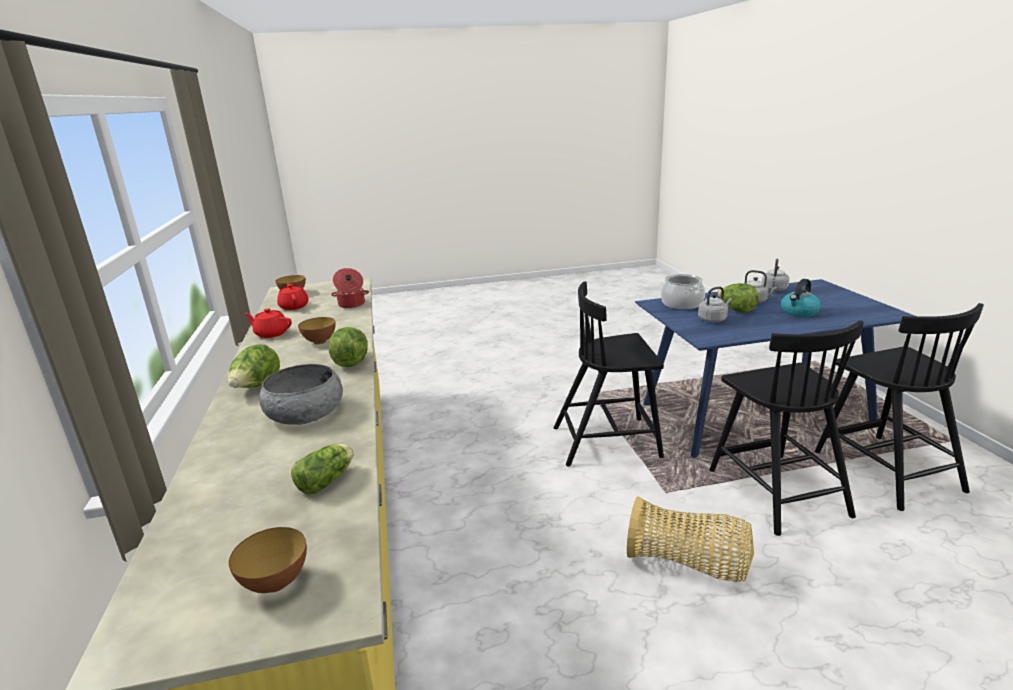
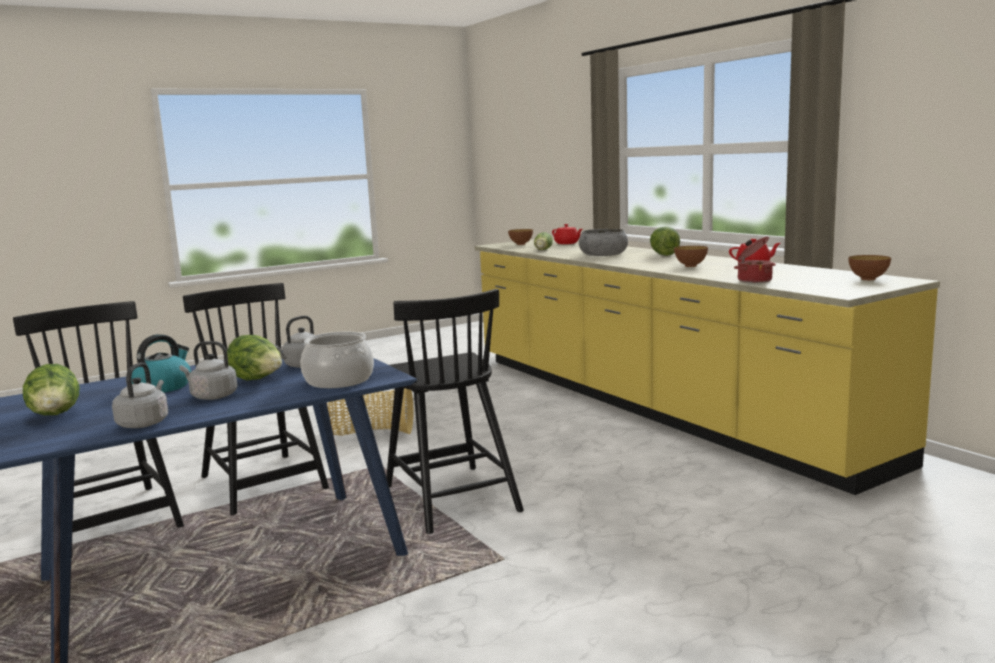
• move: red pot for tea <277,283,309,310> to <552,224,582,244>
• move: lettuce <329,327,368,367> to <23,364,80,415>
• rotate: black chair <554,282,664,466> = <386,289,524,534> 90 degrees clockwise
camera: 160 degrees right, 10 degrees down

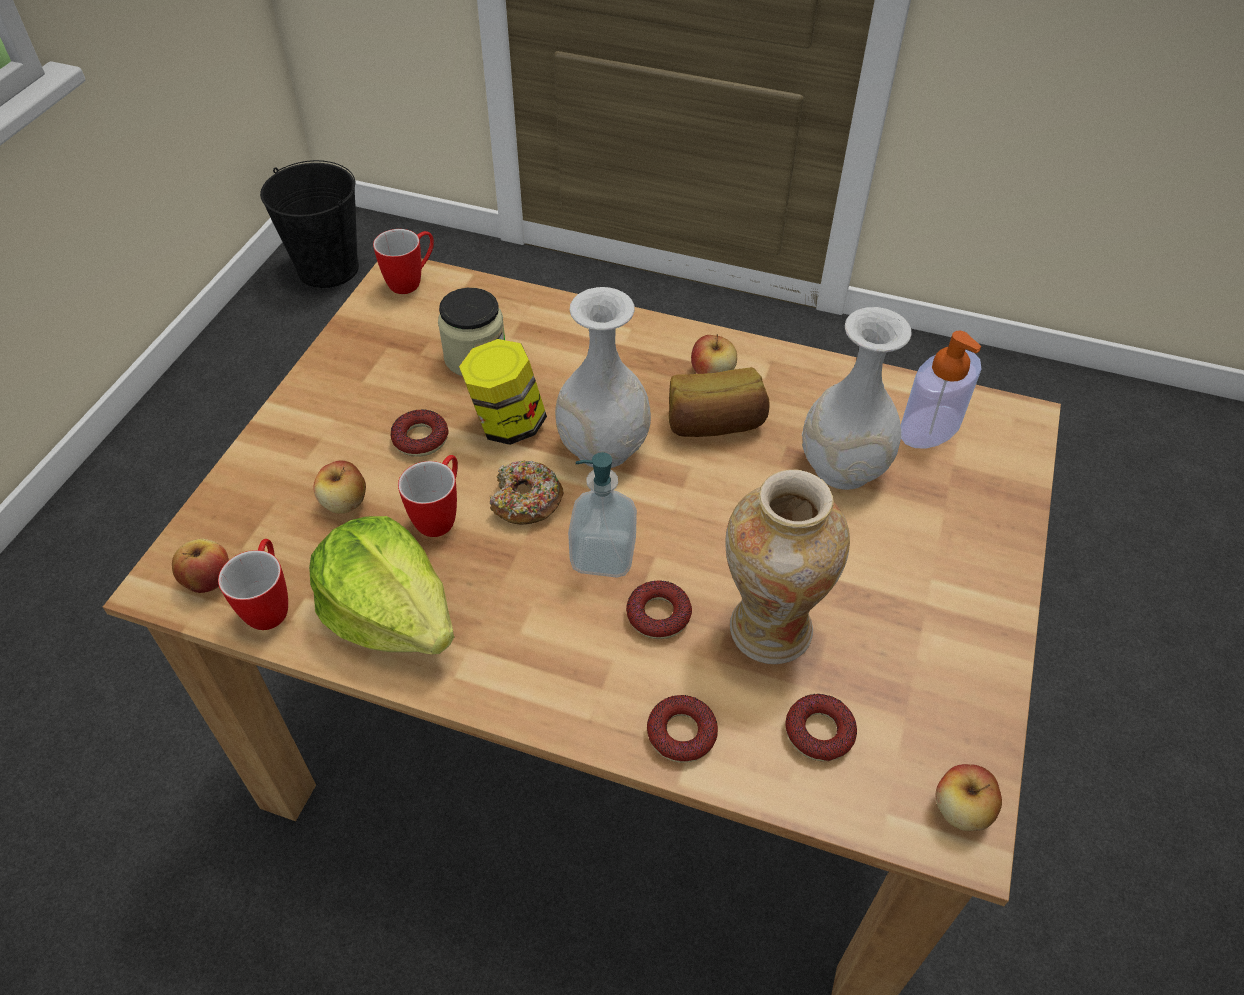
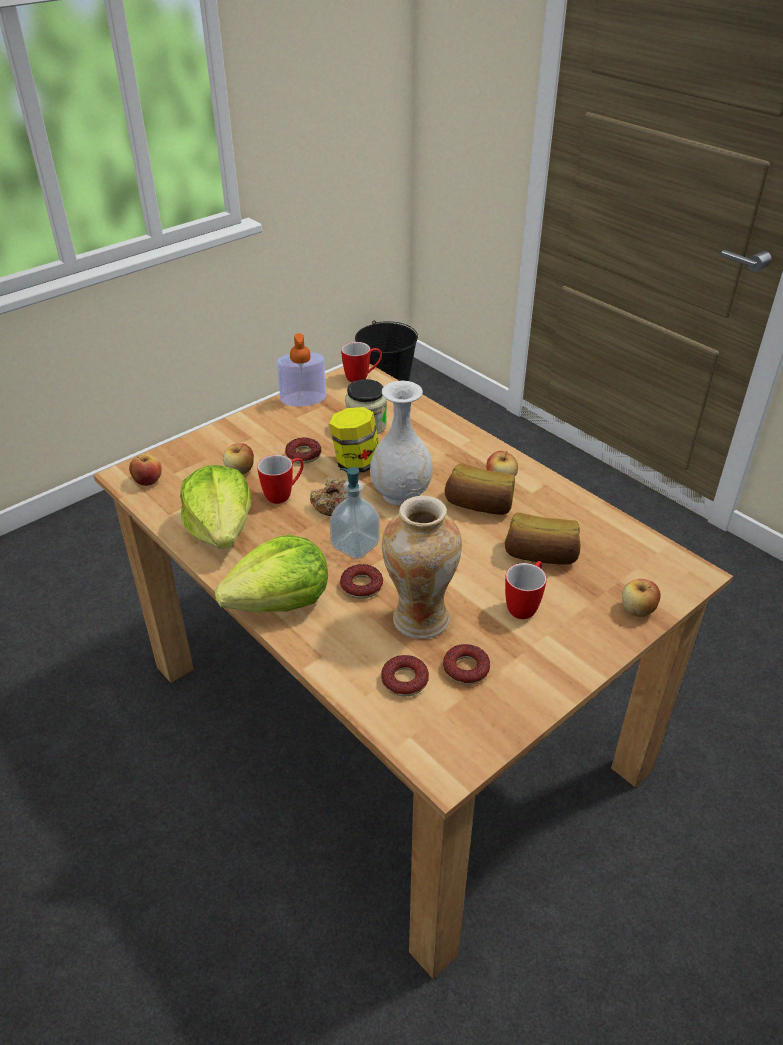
• insert: lettuce <215,535,328,613>
• move: mug <218,539,288,630> to <505,561,547,619>
• move: donut <647,695,718,763> to <443,644,490,685>
• move: soap bottle <901,331,982,449> to <277,334,326,406>
• move: apple <936,764,1002,831> to <622,579,661,617>
• replace: white flower vase <802,307,911,490> to bread <505,513,581,565>
camera: 30 degrees right, 10 degrees down

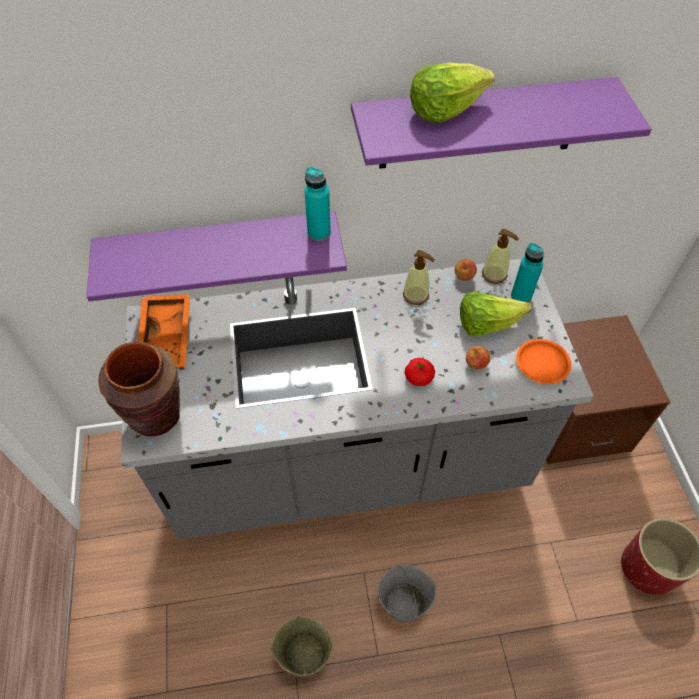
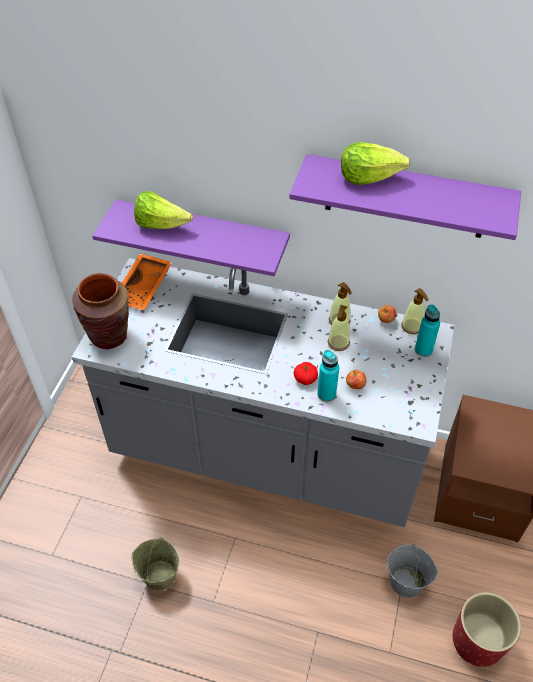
• delete: orangey flat dish <516,339,571,384>
• insert: soap bottle <328,305,350,351>
• move: blue-green beverage bottle <305,167,331,241> to <317,350,339,402>
• move: greyish water bucket <378,565,436,622> to <387,544,438,598>
• move: lettuce <460,291,532,336> to <134,191,193,229>
camera: 25 degrees right, 5 degrees down

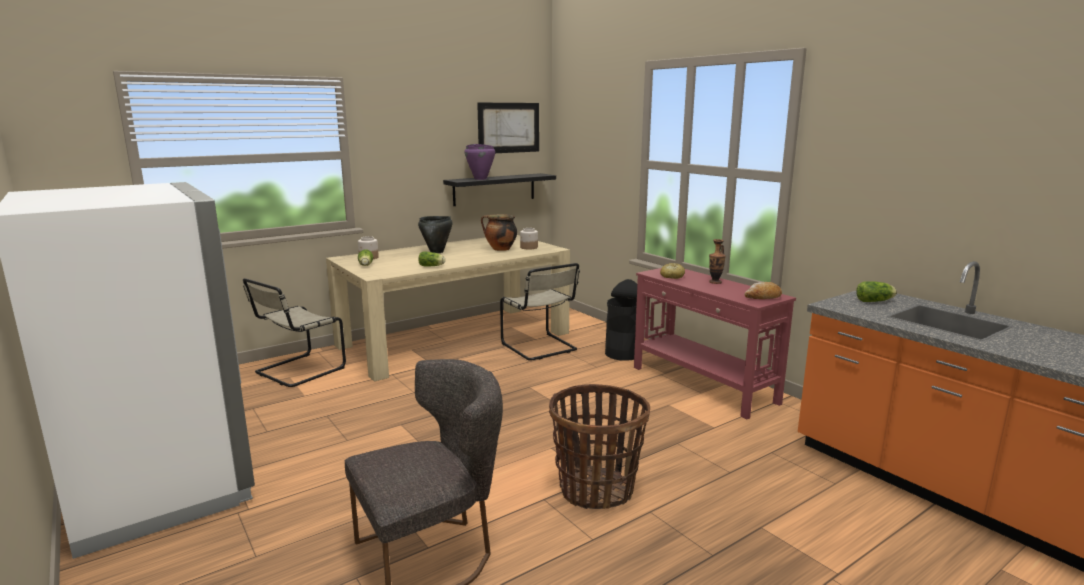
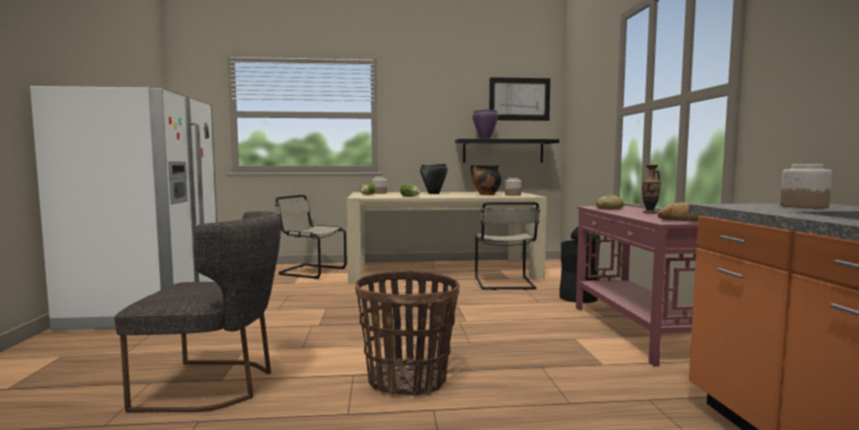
• replace: lettuce <856,281,897,302> to storage jar <780,164,832,208>
• rotate: beige chair <243,278,346,387> = <275,195,347,279> 45 degrees clockwise
camera: 30 degrees right, 10 degrees down

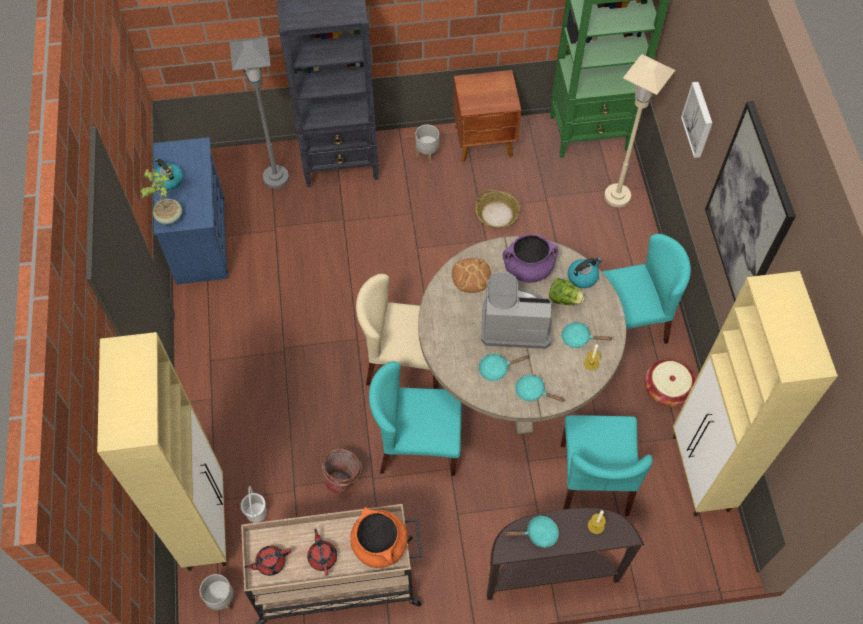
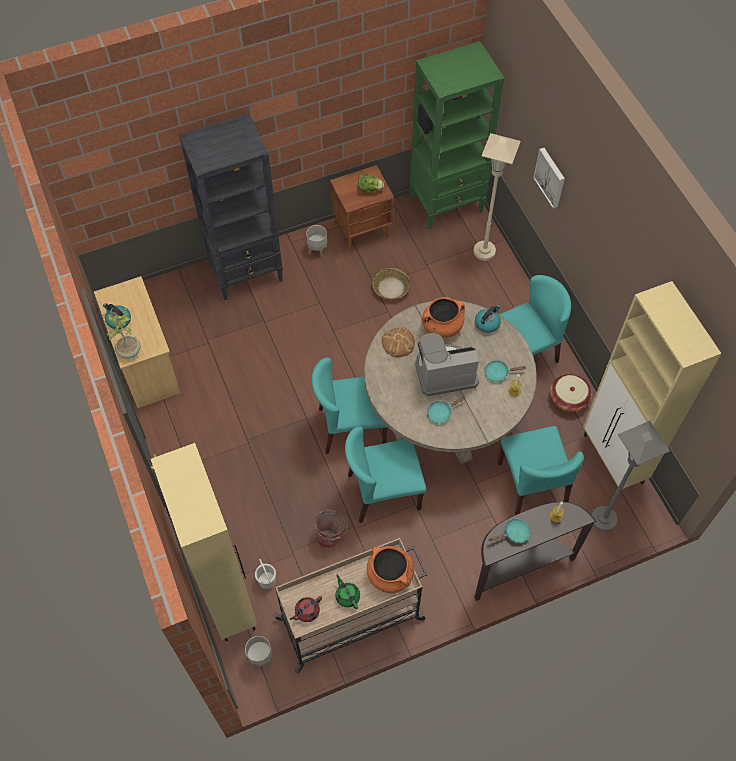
• delete: blue-green pan <515,375,565,402>
• delete: wall art <705,101,796,302>
• move: greyish standard lamp <230,38,289,189> to <592,421,670,531>
• move: lettuce <549,278,585,305> to <358,174,384,193>
• recolor: bluish chest of drawers <153,137,228,285> to beige chest of drawers <94,276,181,408>
• recolor: red pot for tea <307,528,337,576> to green pot for tea <335,575,360,609>
• recolor: beige chair <356,274,438,389> to blue-green chair <312,358,388,454>
• recolor: purple cooking pot <503,234,558,283> to orangey cooking pot <422,297,465,338>
camera: 15 degrees left, 0 degrees up

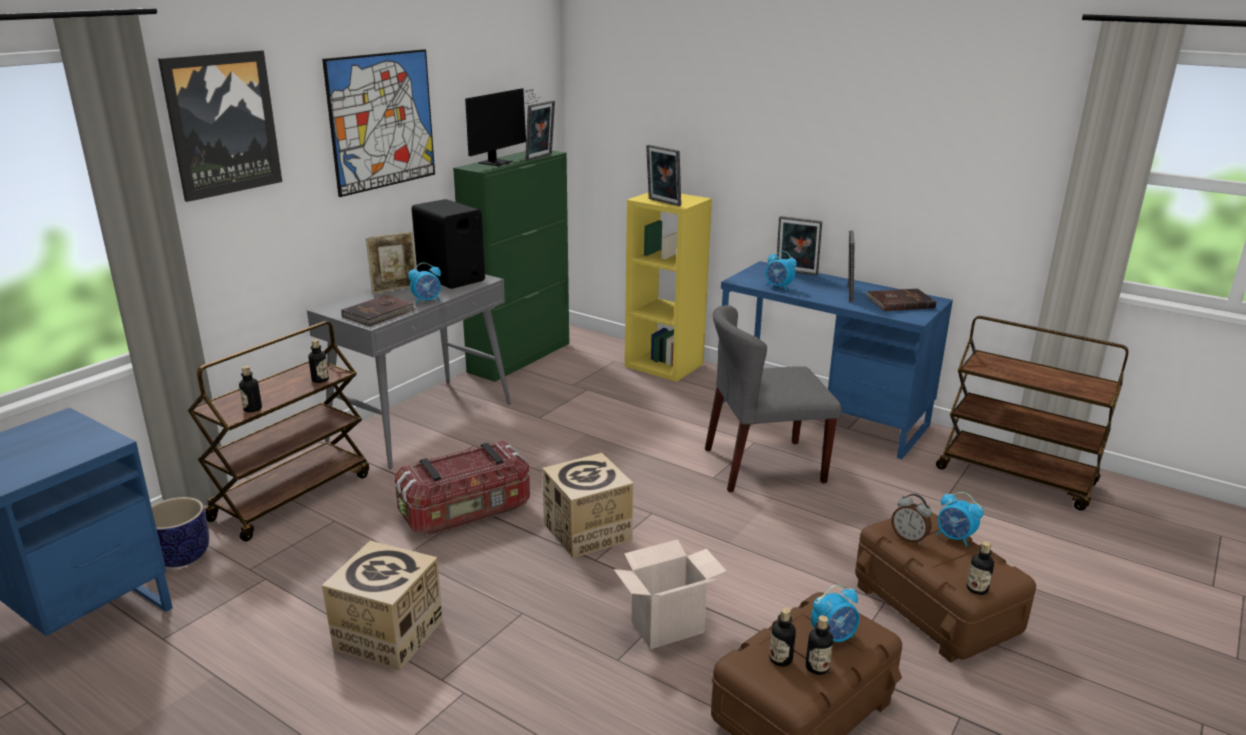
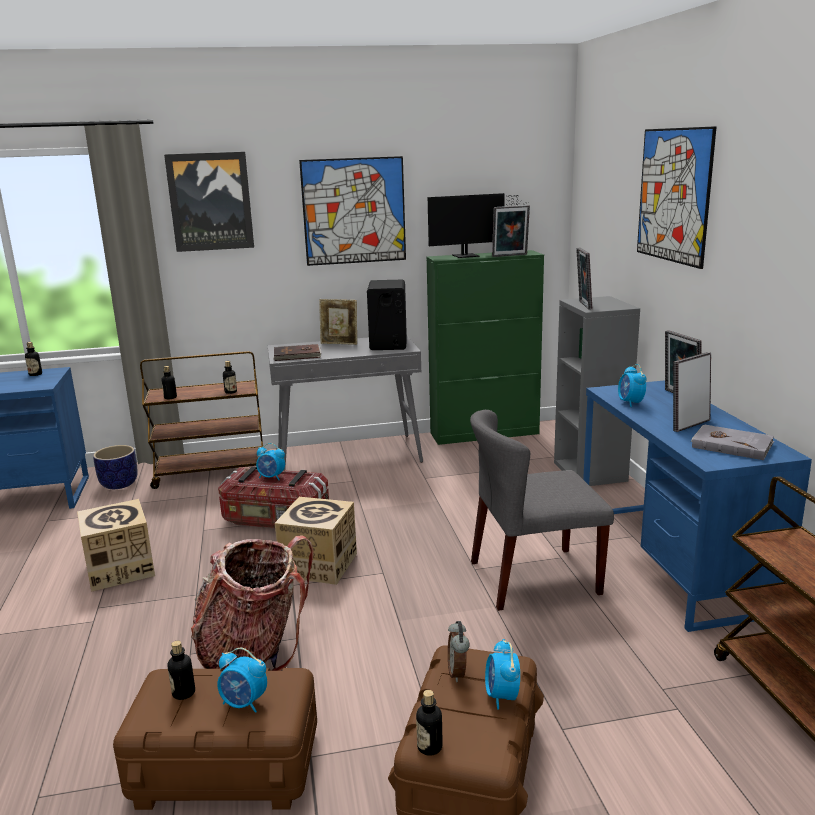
• insert: wall art <637,126,717,269>
• move: bedside clock <408,263,441,305> to <256,443,285,480>
• move: beverage bottle <806,615,833,675> to <25,342,42,376>
• replace: packing box <614,539,727,649> to rucksack <191,535,314,671>
• recolor: yellowish bookcase <625,192,712,382> to greyish bookcase <554,296,640,486>
• recolor: brown volume <865,289,936,311> to greyish volume <691,425,775,460>
• rotate: greyish chair <705,305,841,492> = <470,410,614,611> 45 degrees counterclockwise
camera: 45 degrees right, 5 degrees down

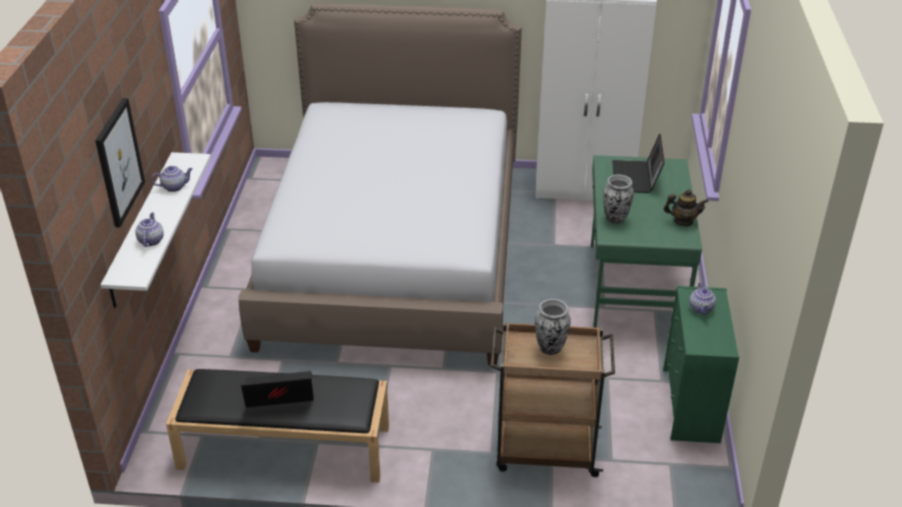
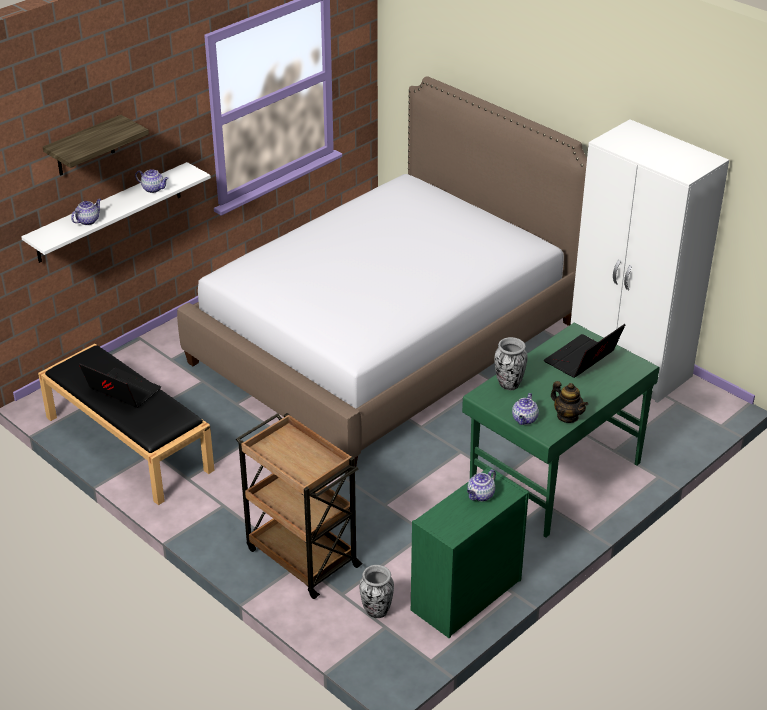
• insert: pot for tea <512,393,539,425>
• move: flower vase <535,299,571,355> to <359,565,394,618>
• replace: wall art <95,98,145,227> to shelf <43,115,149,176>
camera: 40 degrees right, 0 degrees up

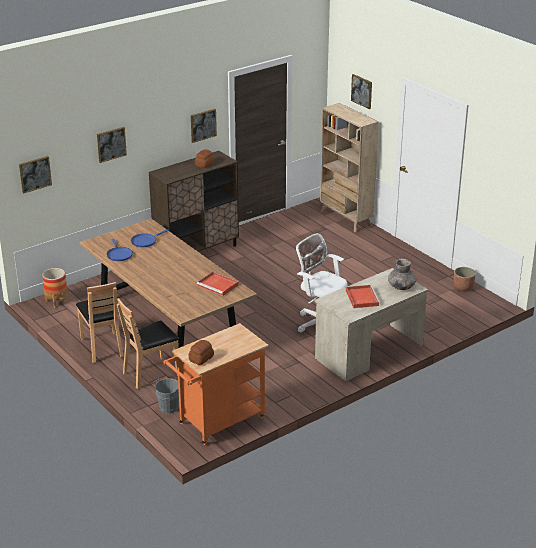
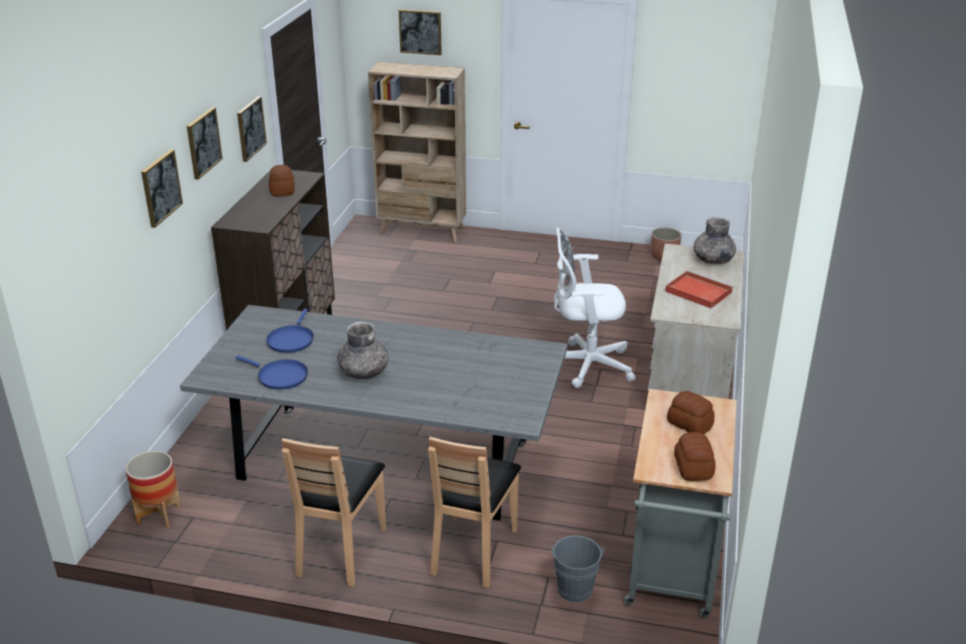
• delete: red tray <197,271,239,296>
• insert: greyish flower vase <337,321,388,379>
• insert: bread <667,391,715,434>
• move: wall art <19,156,52,194> to <187,107,223,180>
• recolor: brown dinner table <80,219,257,348> to greyish dinner table <180,305,567,521>
• recolor: orangey wheeled cart <164,323,269,445> to greyish wheeled cart <624,389,737,618>
• rotate: brown chair <76,282,124,363> = <281,438,386,587> 75 degrees clockwise
camera: 40 degrees left, 0 degrees up

